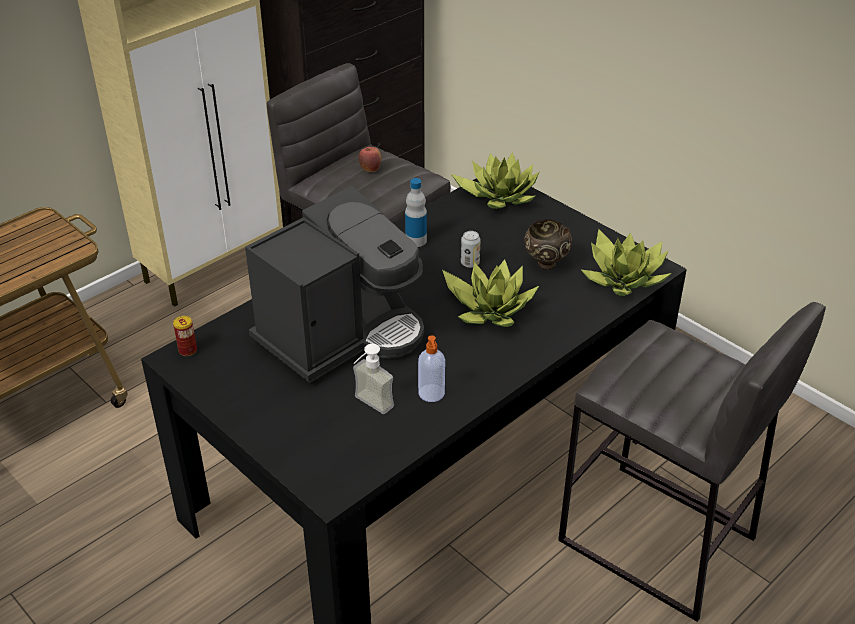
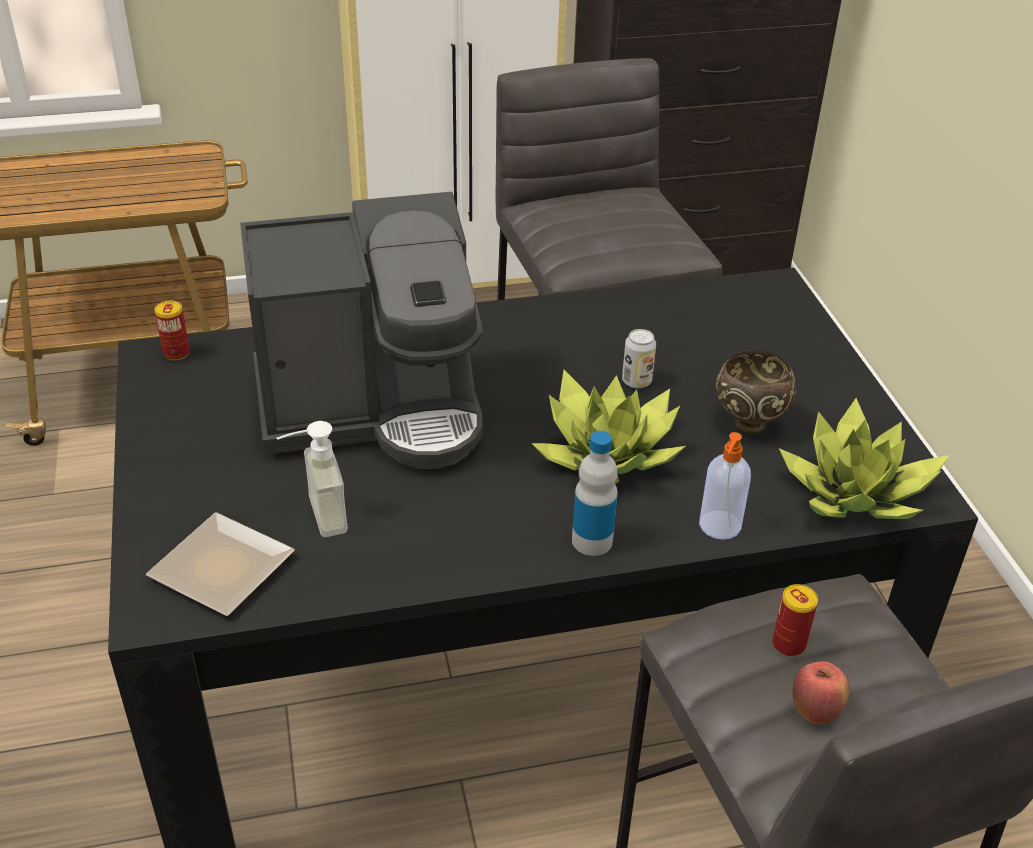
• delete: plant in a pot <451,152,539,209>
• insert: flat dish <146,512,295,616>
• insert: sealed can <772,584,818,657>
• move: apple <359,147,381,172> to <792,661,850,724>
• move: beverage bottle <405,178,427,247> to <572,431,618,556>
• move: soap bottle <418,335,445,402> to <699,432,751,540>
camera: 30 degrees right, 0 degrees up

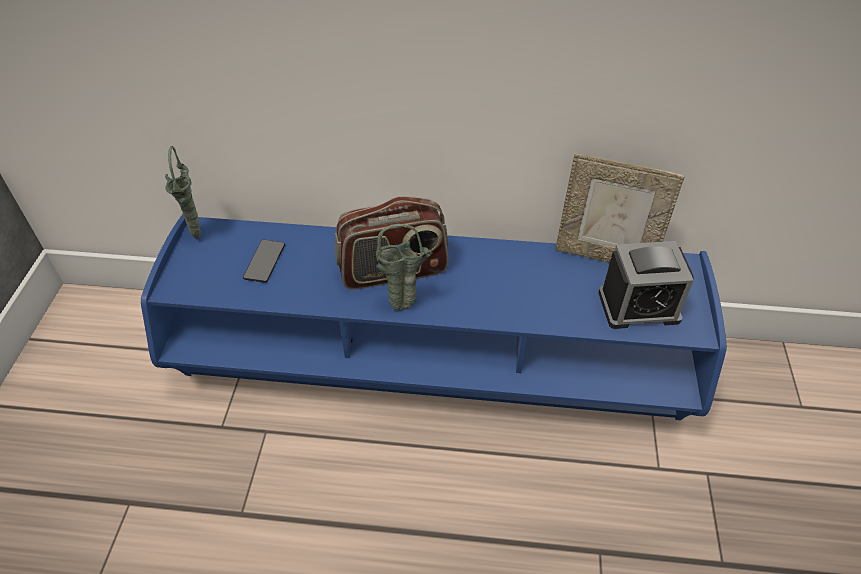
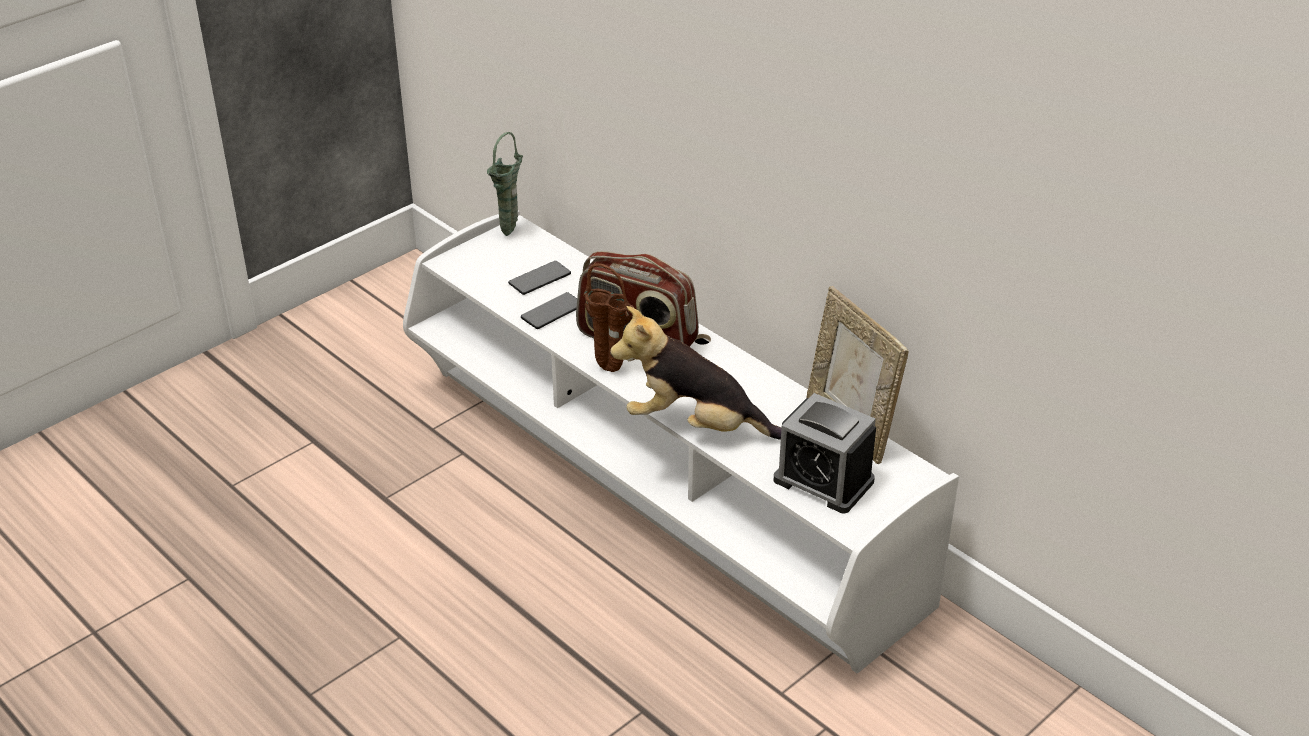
• insert: handset <521,292,577,329>
• insert: cuddly toy <610,306,781,440>
• recolor: bluish media console <141,214,727,420> to white media console <403,210,959,673>
• recolor: green flower vase <376,224,432,311> to brown flower vase <583,263,634,372>
camera: 40 degrees right, 10 degrees down

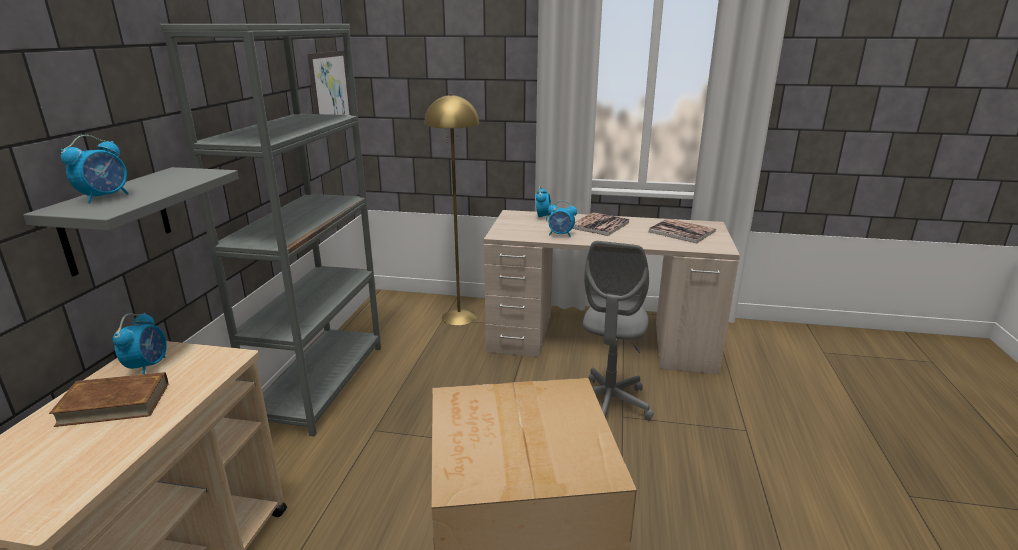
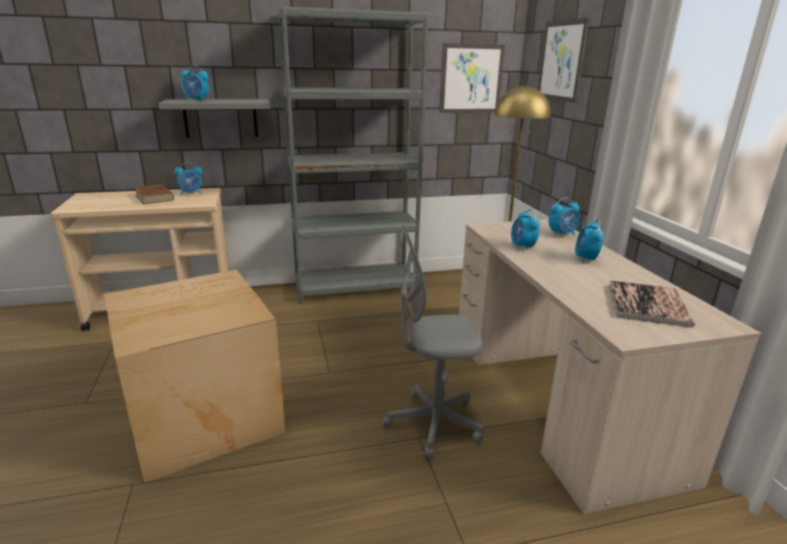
• insert: wall art <538,18,590,103>
• replace: volume <572,212,630,236> to bedside clock <575,219,604,264>
camera: 65 degrees right, 0 degrees up

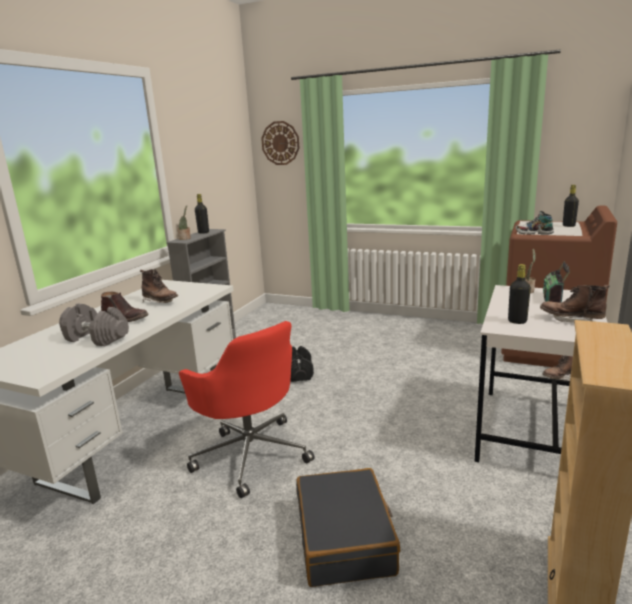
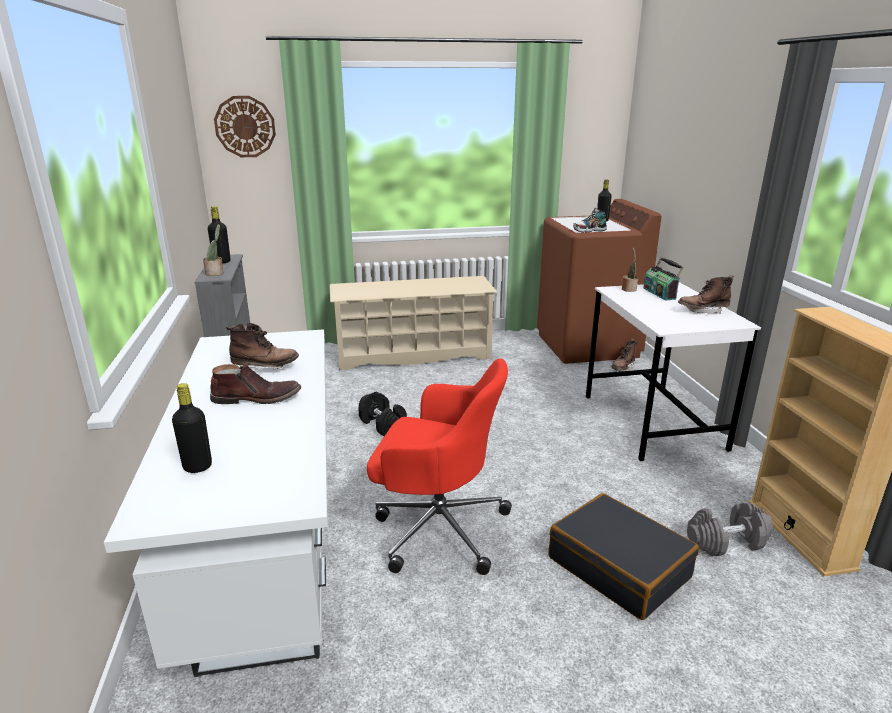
• insert: beige shoe shelf <329,276,498,370>
• move: greyish free weight <59,303,129,346> to <687,503,773,556>
• move: black beverage bottle <508,264,531,324> to <172,383,212,473>
camera: 35 degrees left, 5 degrees up

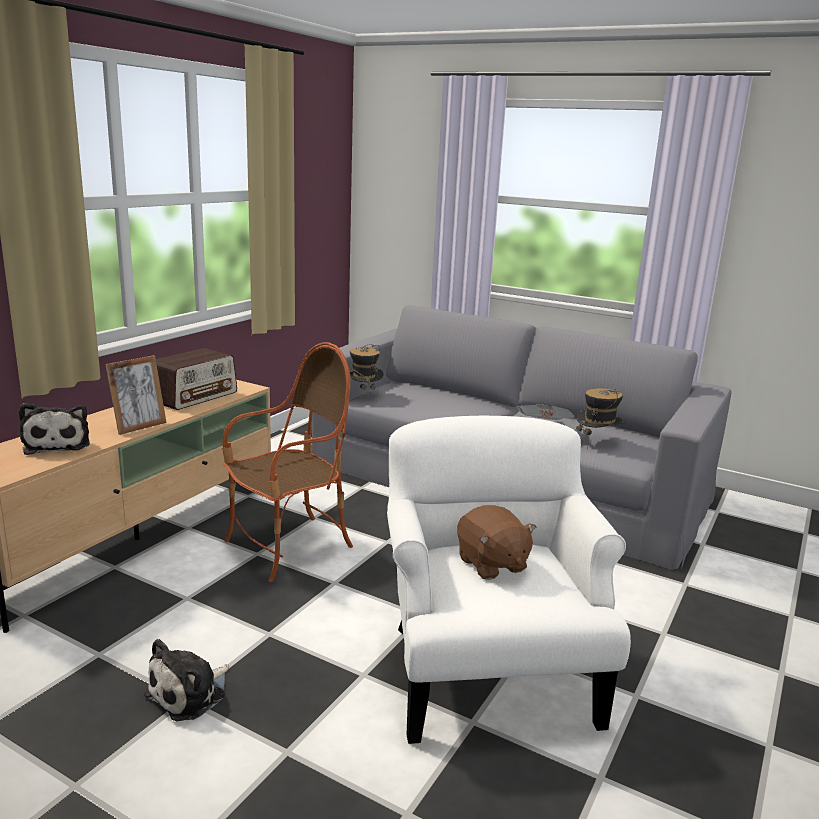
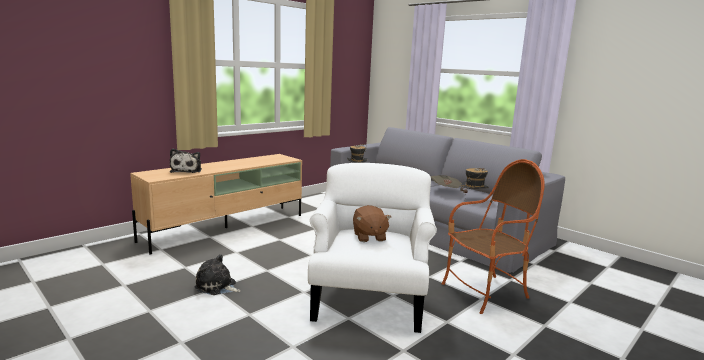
• delete: standing frame <105,355,167,435>
• delete: radio receiver <156,348,237,410>
• move: lounge chair <222,342,353,582> to <442,159,545,314>
• rotate: cuddly toy <144,639,230,722> = <195,254,241,295> 60 degrees clockwise
camera: 15 degrees right, 5 degrees down

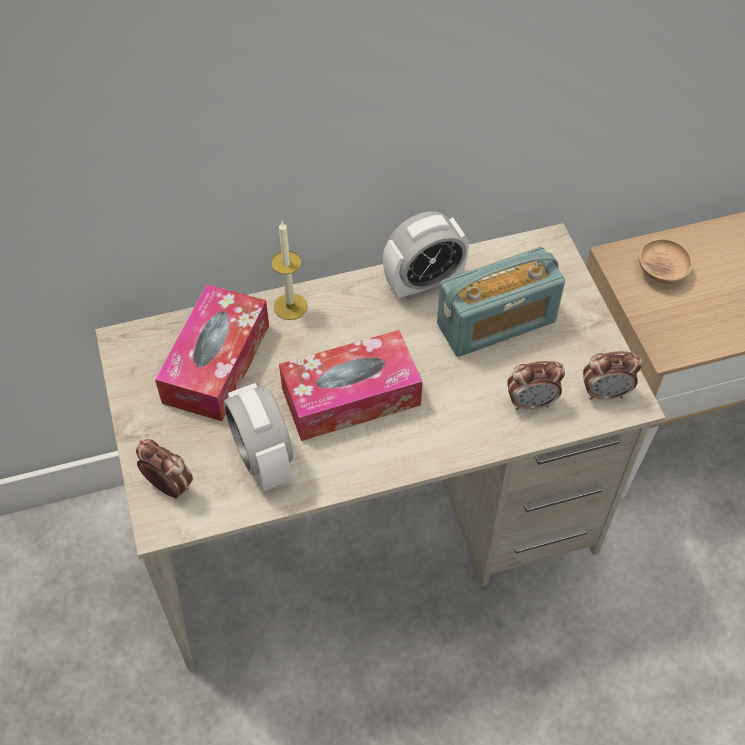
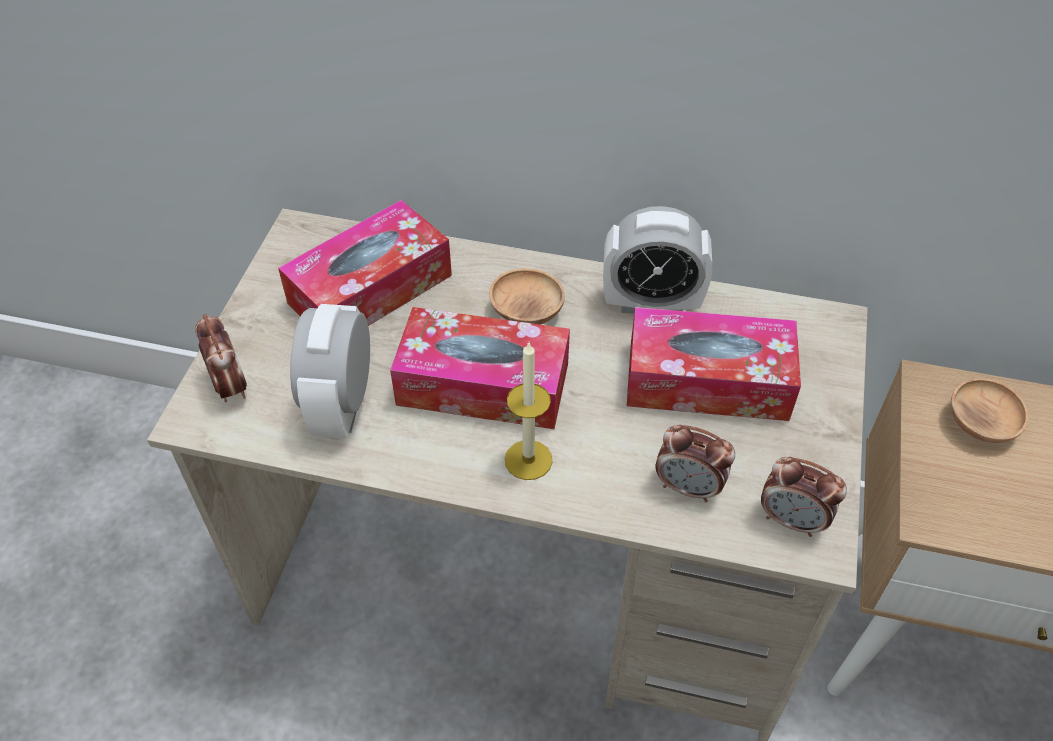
• insert: brown bowl <489,268,565,325>
• move: wax candle <271,221,308,320> to <505,343,553,480>
• replace: radio receiver <437,247,565,357> to tissue box <627,307,801,421>
camera: 30 degrees right, 5 degrees down

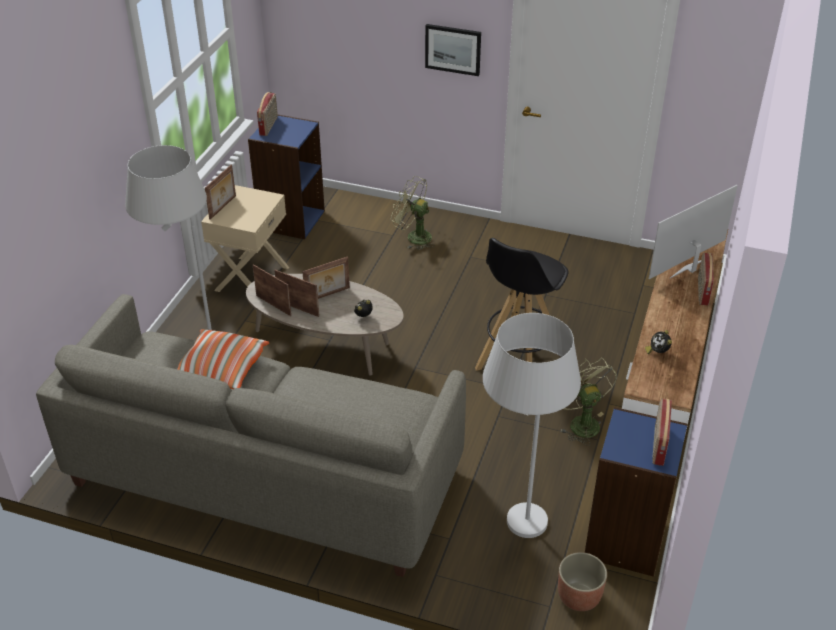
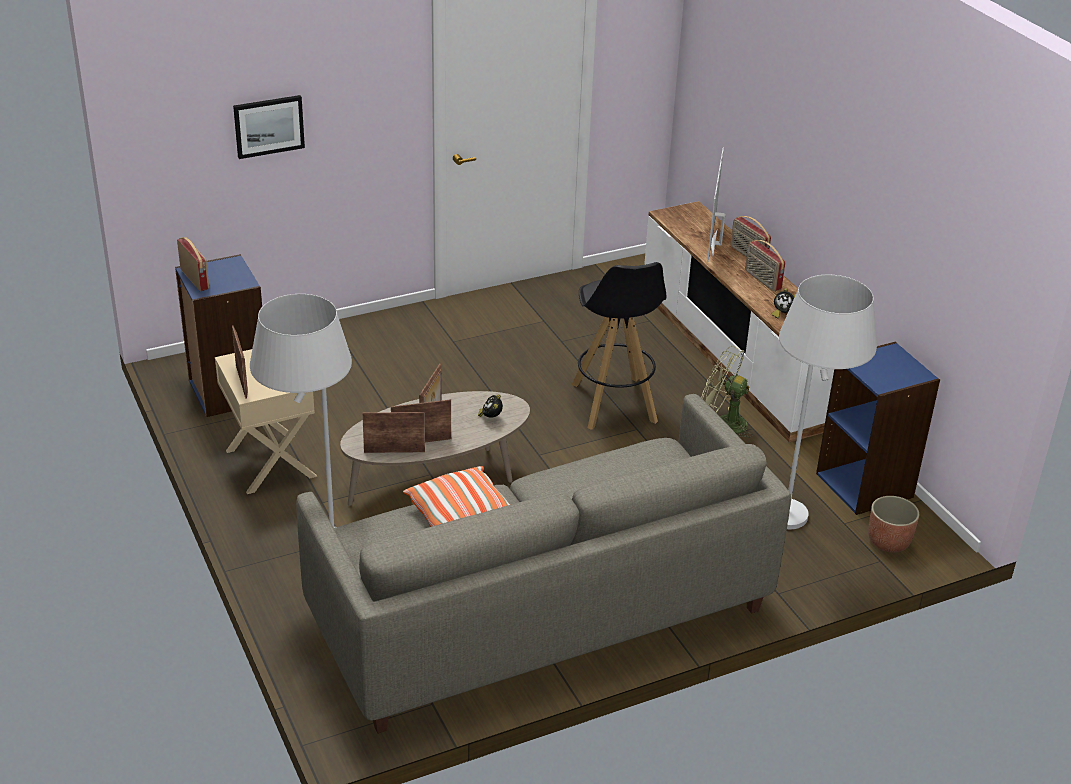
• delete: green fan <391,176,435,250>
• move: wall art <425,24,481,76> to <233,95,305,159>
• move: radio receiver <652,399,672,466> to <745,240,785,291>
camera: 45 degrees left, 5 degrees down

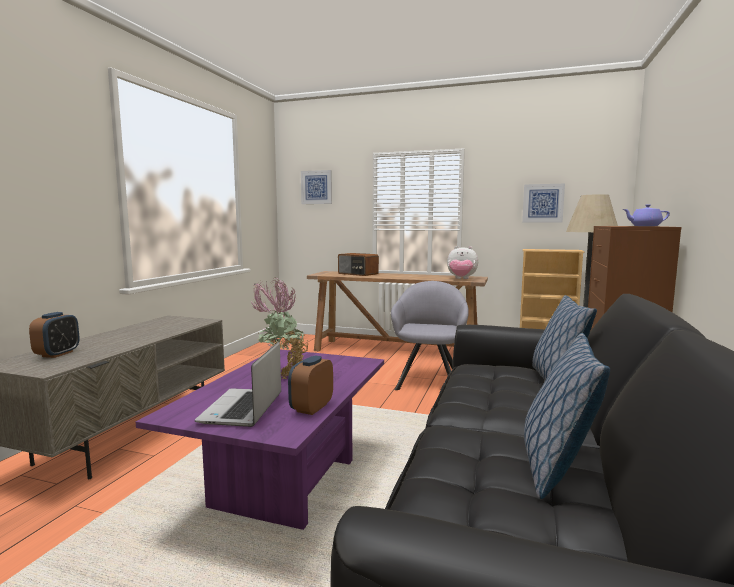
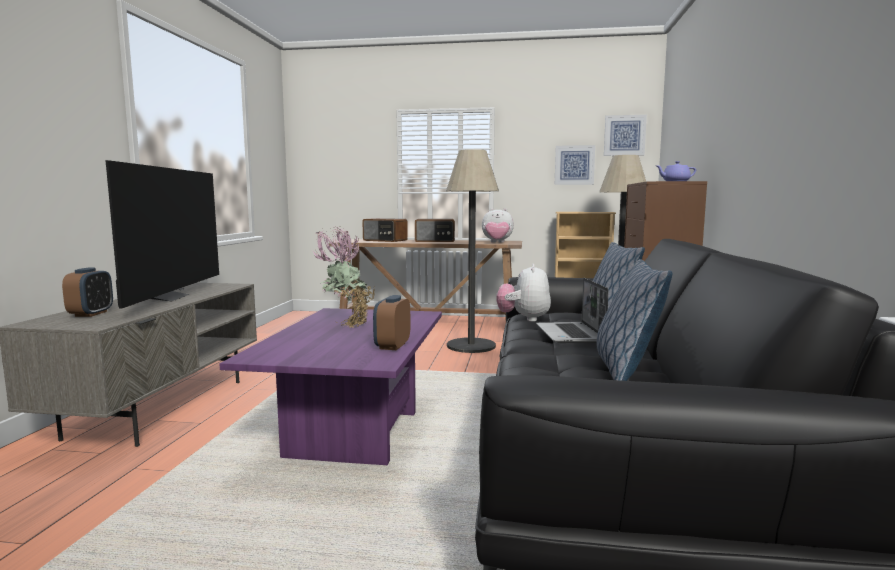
• insert: television <105,160,219,309>
• insert: radio receiver <415,219,455,242>
• insert: cuddly toy <496,264,551,321>
• move: portable computer <195,342,281,427> to <536,278,609,343>
• move: wall art <301,170,332,204> to <604,115,647,156>
• replace: greyish lounge chair <391,281,469,390> to standard lamp <446,149,499,353>
camera: 10 degrees left, 0 degrees up

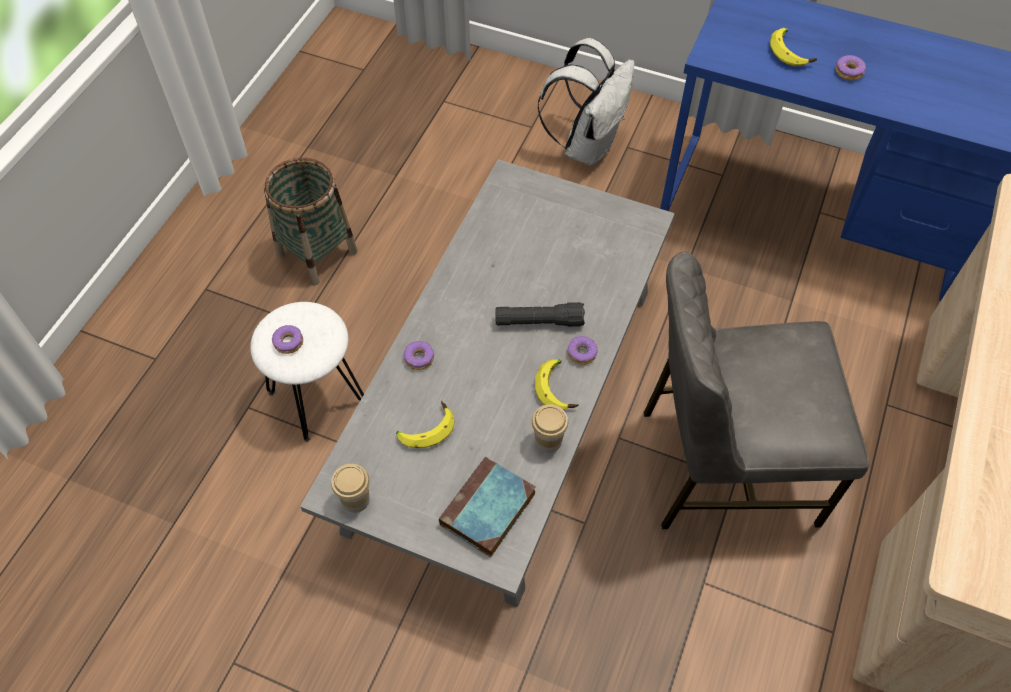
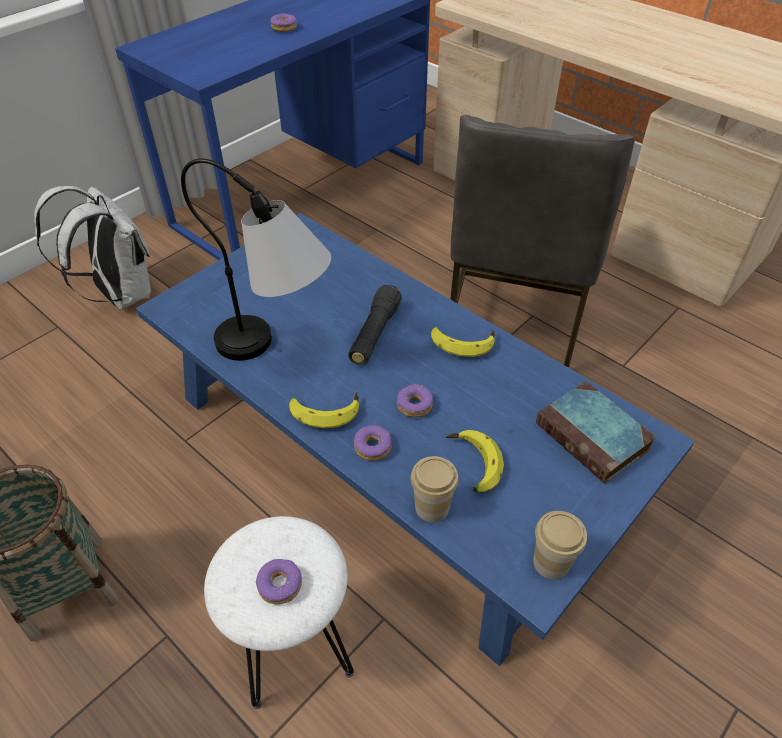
• insert: tabletop lamp <181,158,331,361>
• move: drinking cup <532,404,568,453> to <411,456,459,522>
• move: donut <567,336,598,365> to <397,384,433,418>
• move: banana <770,28,817,66> to <289,391,359,429>
• recolor: greyish coffee table <300,159,675,607> to bluish coffee table <136,213,695,666>
camera: 70 degrees left, 10 degrees down

